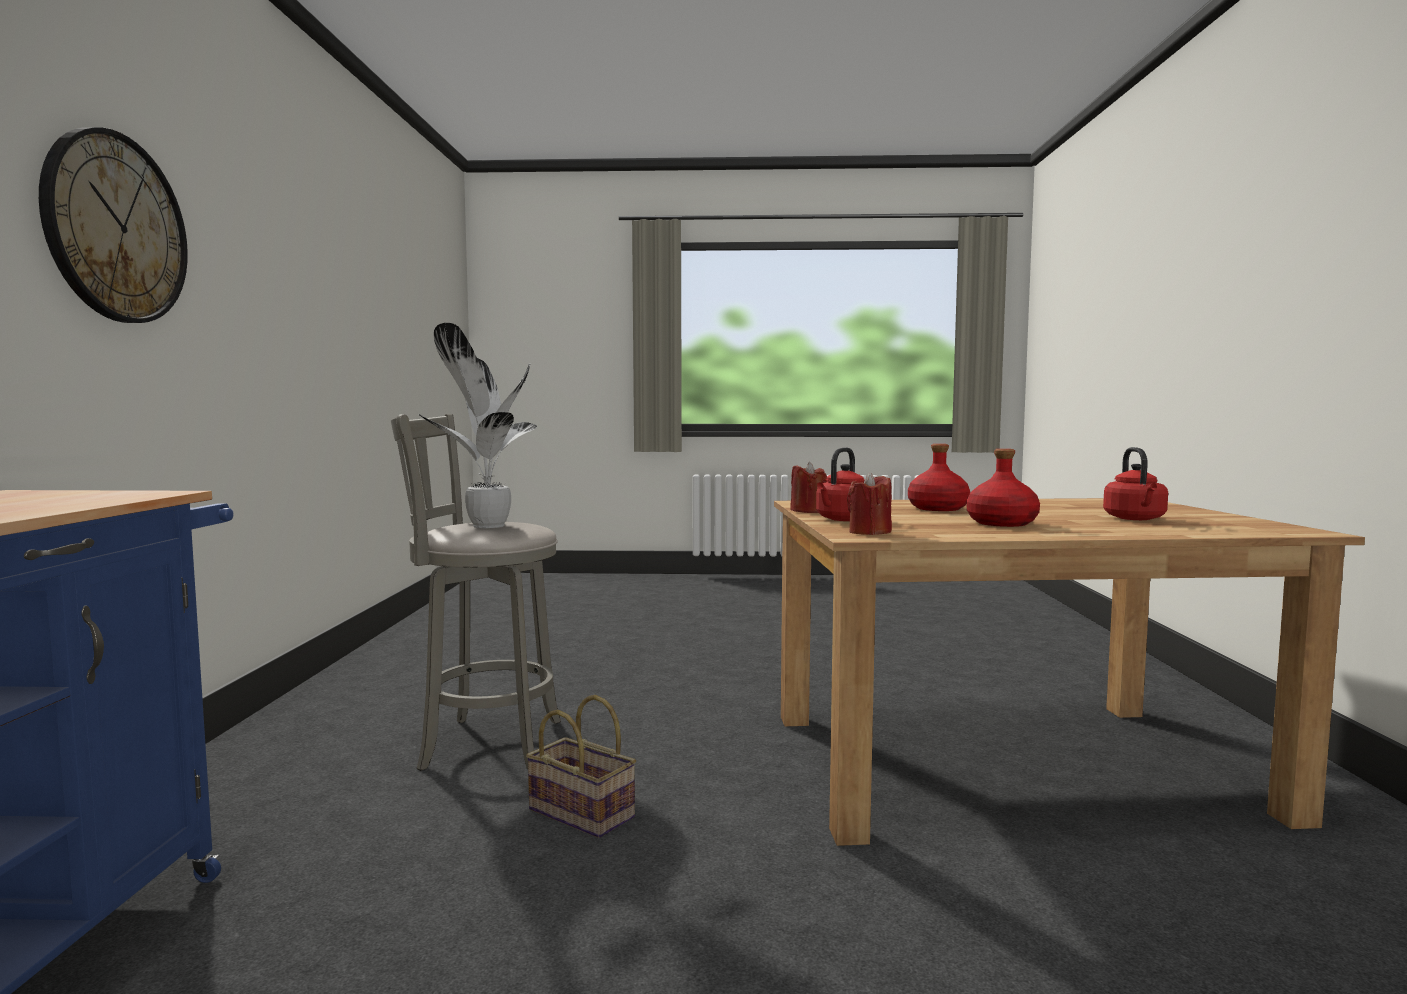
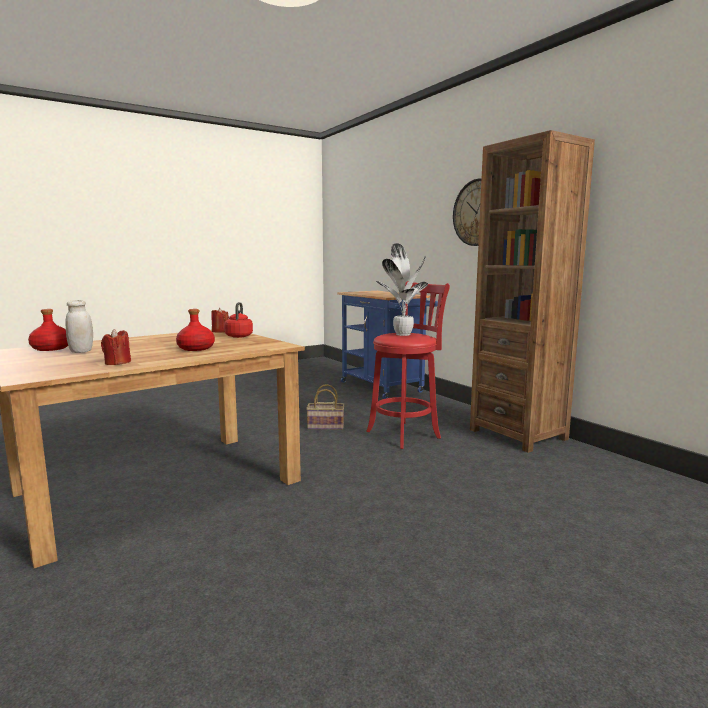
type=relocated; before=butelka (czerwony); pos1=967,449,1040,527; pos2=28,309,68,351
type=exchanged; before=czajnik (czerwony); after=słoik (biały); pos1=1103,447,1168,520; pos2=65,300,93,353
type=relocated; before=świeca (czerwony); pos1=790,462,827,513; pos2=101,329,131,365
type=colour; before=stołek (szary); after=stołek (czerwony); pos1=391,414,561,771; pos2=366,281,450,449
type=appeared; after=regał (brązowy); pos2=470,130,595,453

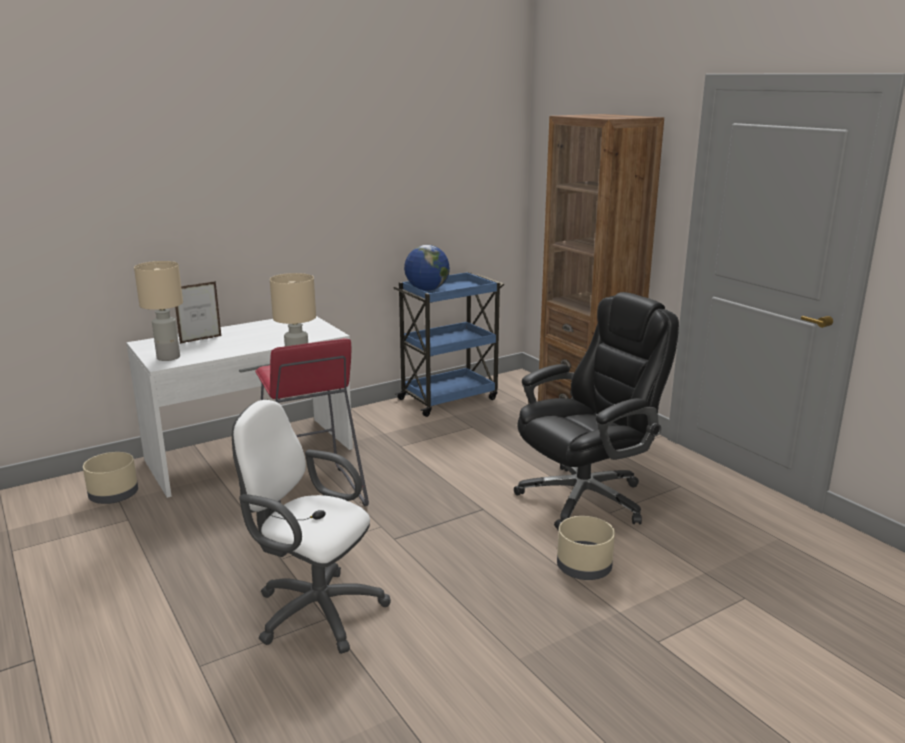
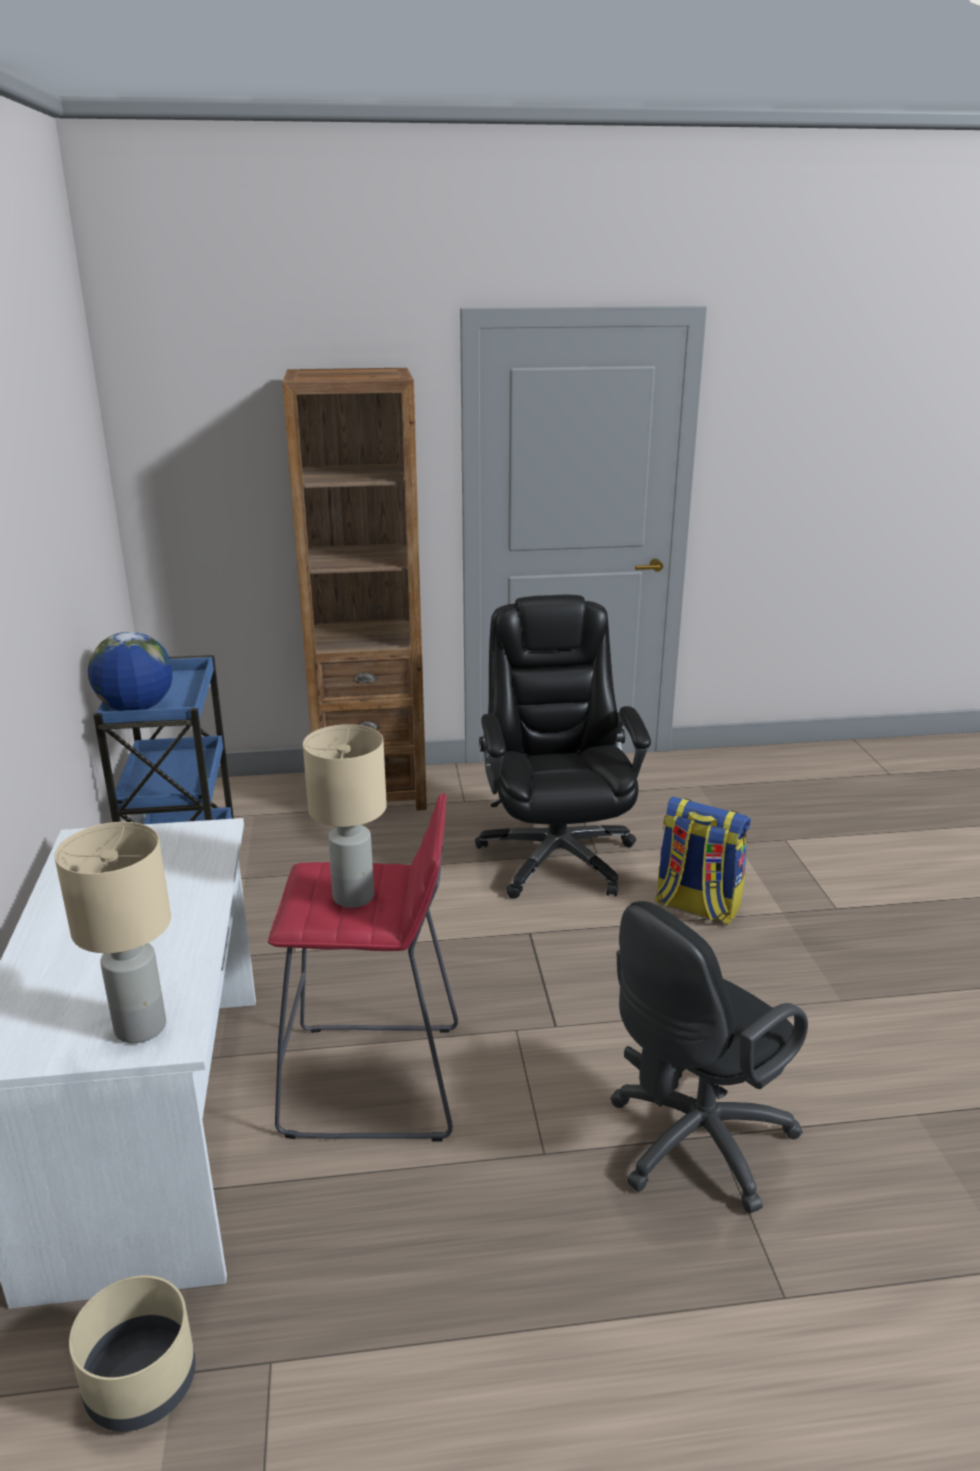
type=colour; before=krzesło biurowe (biały); after=krzesło biurowe (czarny); pos1=232,399,391,654; pos2=610,901,808,1213
type=exchanged; before=donica (beżowy); after=plecak; pos1=557,516,615,580; pos2=655,797,751,925
type=missing; before=ramka na zdjęcie; pos1=175,281,221,344

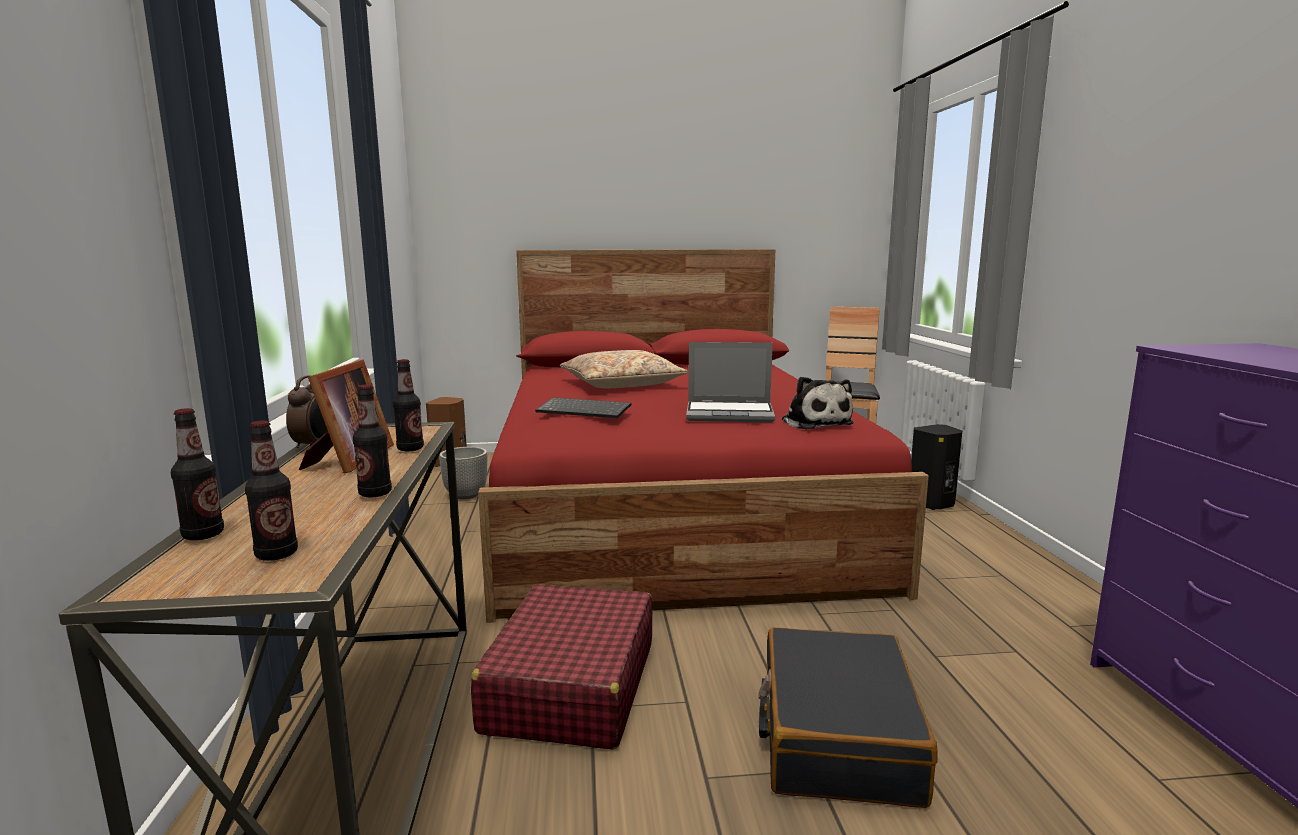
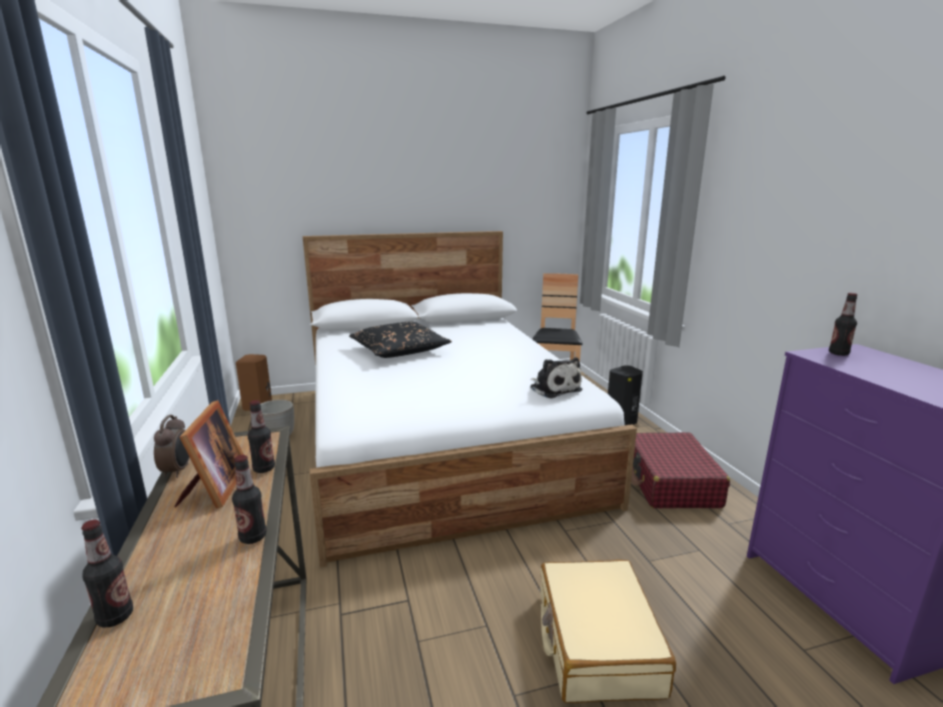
type=colour; before=łóżko (czerwony); after=łóżko (biały); pos1=478,249,929,623; pos2=303,231,637,567
type=colour; before=poduszka (beżowy); after=poduszka (czarny); pos1=560,350,688,388; pos2=349,322,452,358
type=colour; before=walizka (czarny); after=walizka (beżowy); pos1=758,627,938,808; pos2=540,560,676,703
type=relocated; before=walizka (czerwony); pos1=471,584,652,750; pos2=631,432,730,508
type=relocated; before=butelka; pos1=245,421,298,561; pos2=829,293,858,356
type=missing; before=klawiatura; pos1=535,397,631,418
type=missing; before=laptop; pos1=686,342,775,422

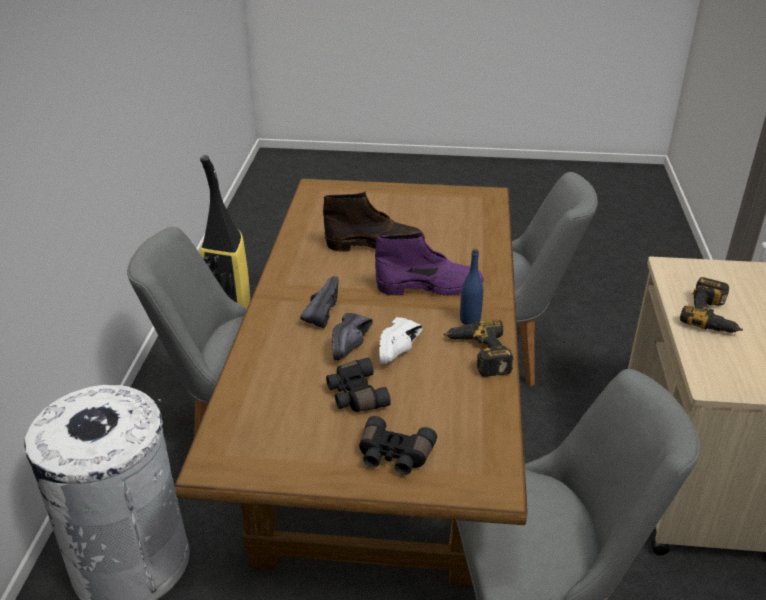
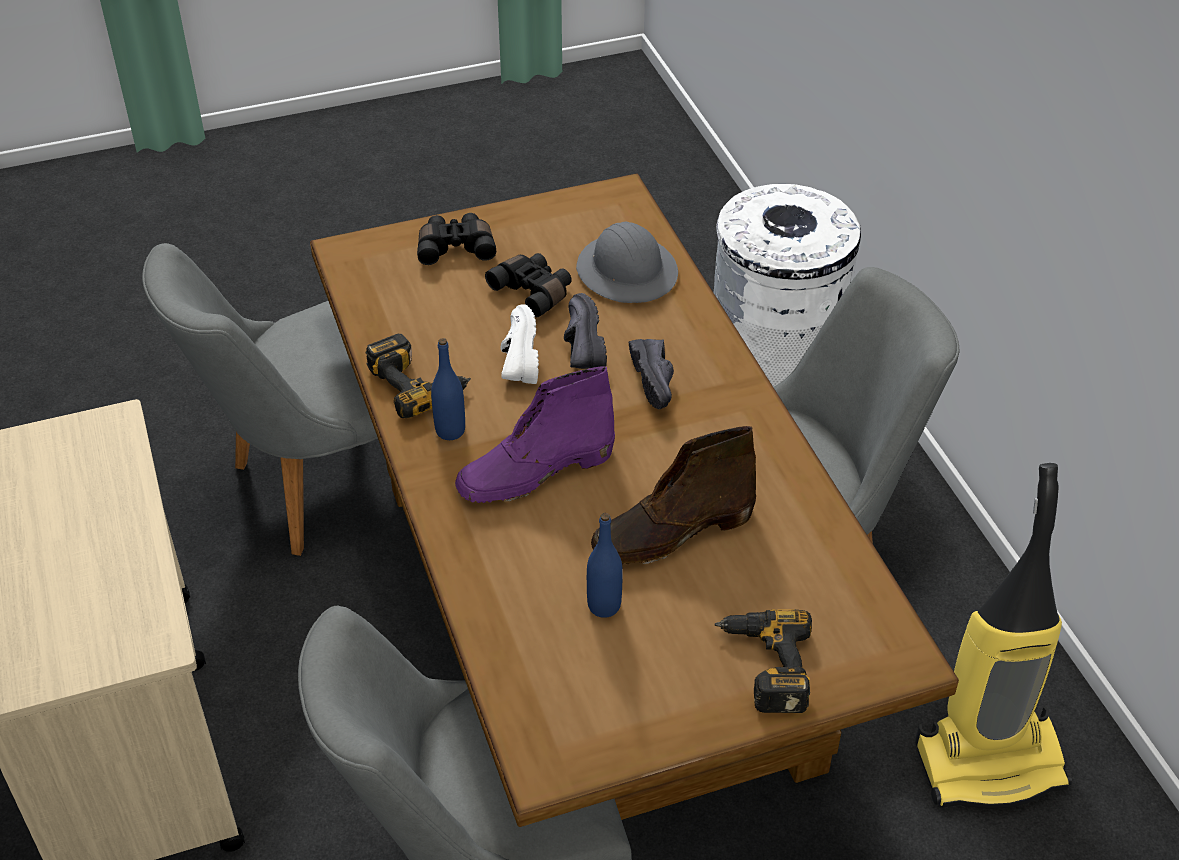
type=appeared; after=kask (szary); pos2=576,222,678,303
type=appeared; after=butelka (niebieski); pos2=587,513,623,618
type=relocated; before=wiertarka; pos1=680,277,743,333; pos2=715,609,812,713

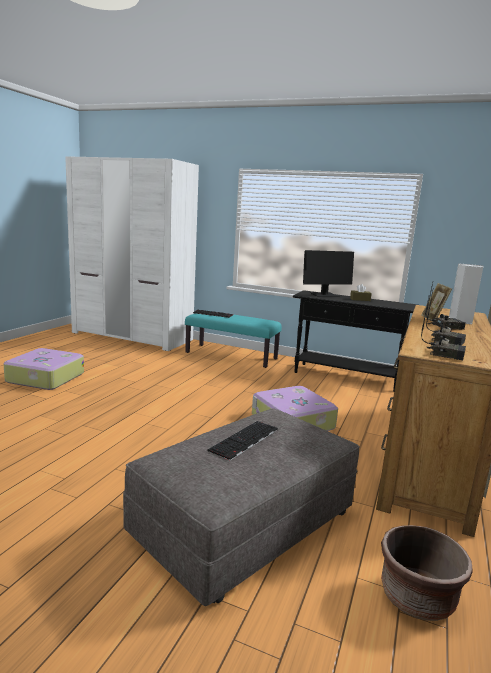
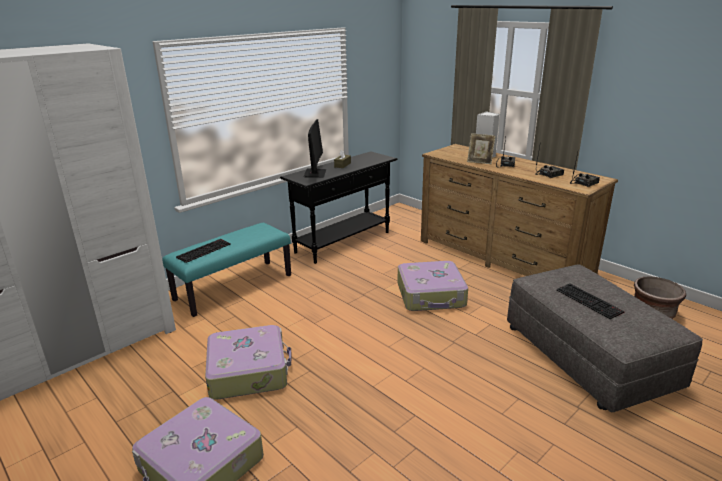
type=appeared; after=walizka; pos2=205,325,291,400

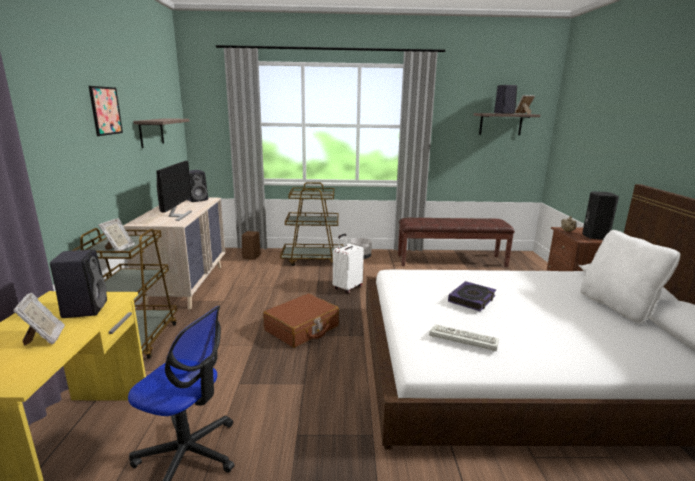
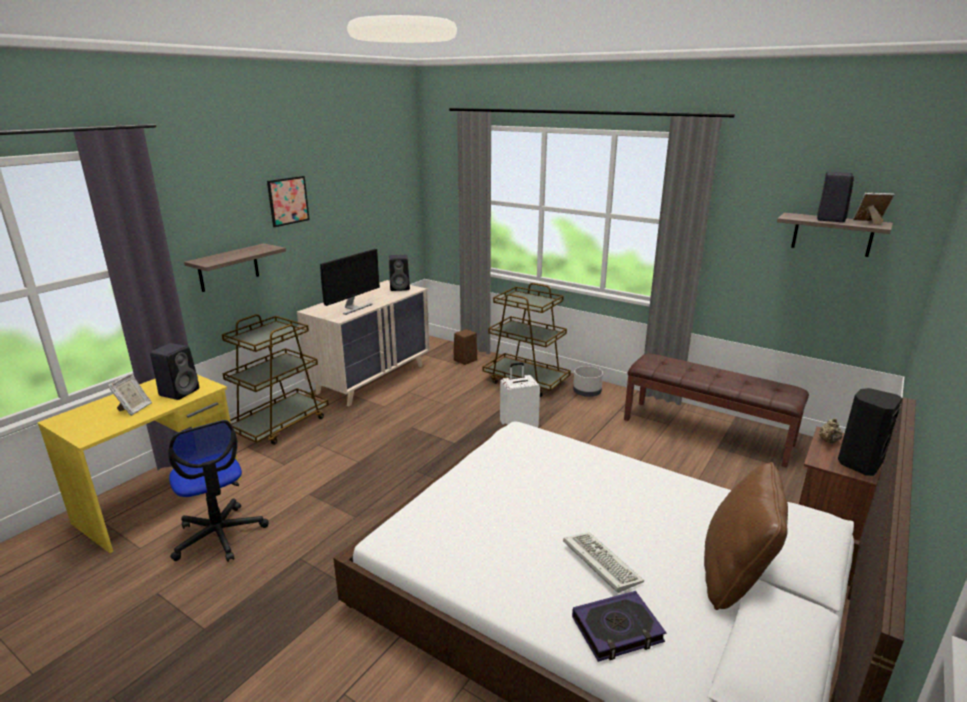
type=relocated; before=półka; pos1=133,118,190,148; pos2=184,243,286,292
type=relocated; before=klawiatura; pos1=429,324,499,352; pos2=563,532,644,593
type=relocated; before=książka; pos1=448,281,496,311; pos2=572,591,666,662
type=colour; before=poduszka (biały); after=poduszka (brązowy); pos1=580,230,680,324; pos2=704,462,788,610
type=missing; before=ramka na zdjęcie; pos1=98,218,135,251
type=missing; before=walizka (brązowy); pos1=263,293,339,348

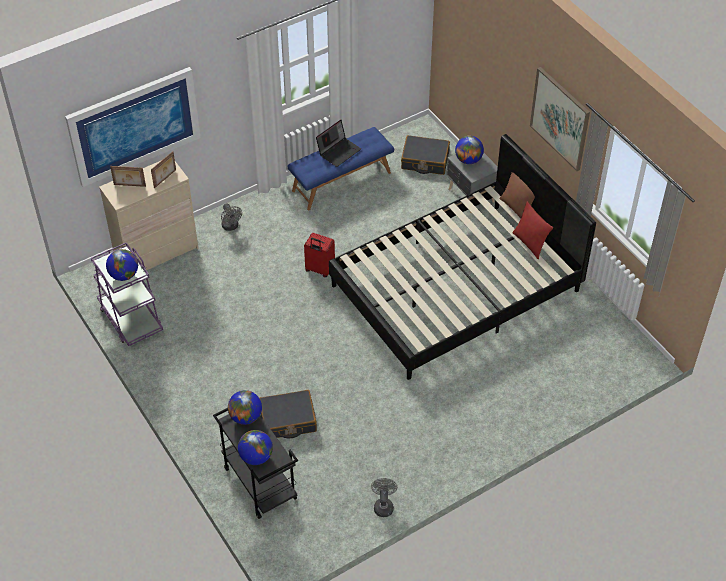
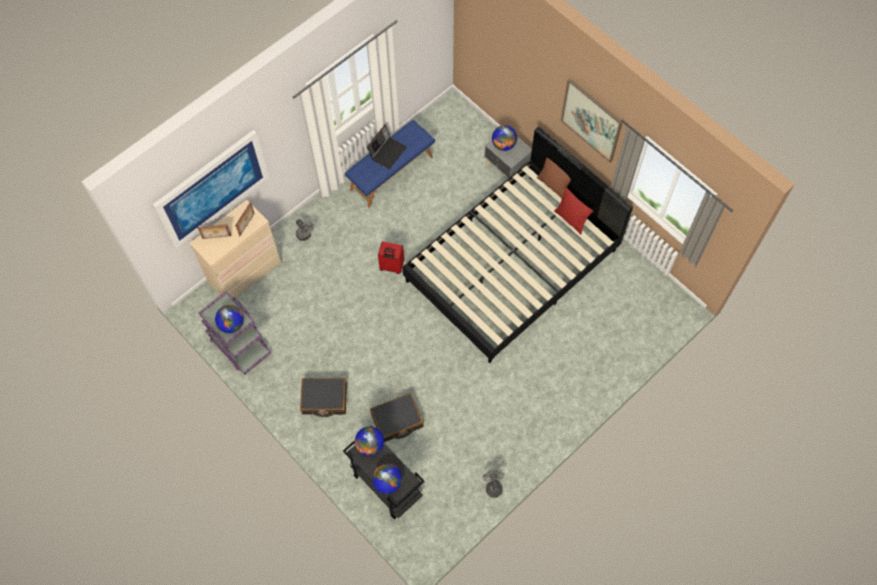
type=relocated; before=walizka (czarny); pos1=401,135,450,175; pos2=300,378,347,417

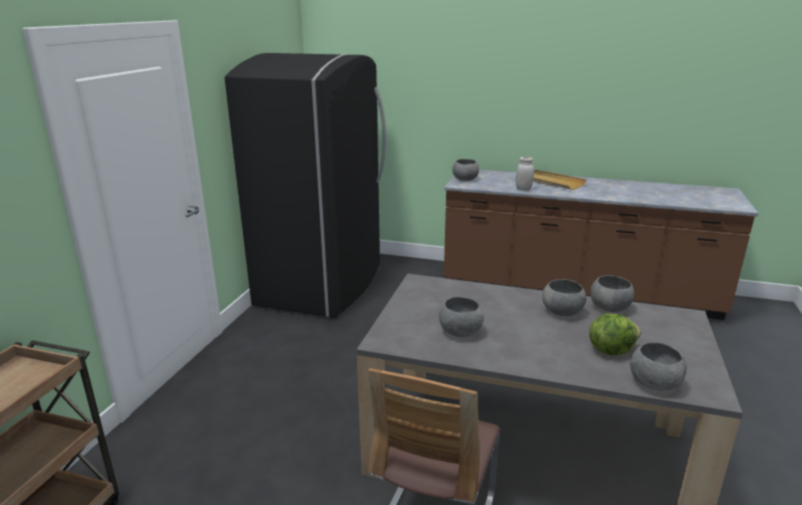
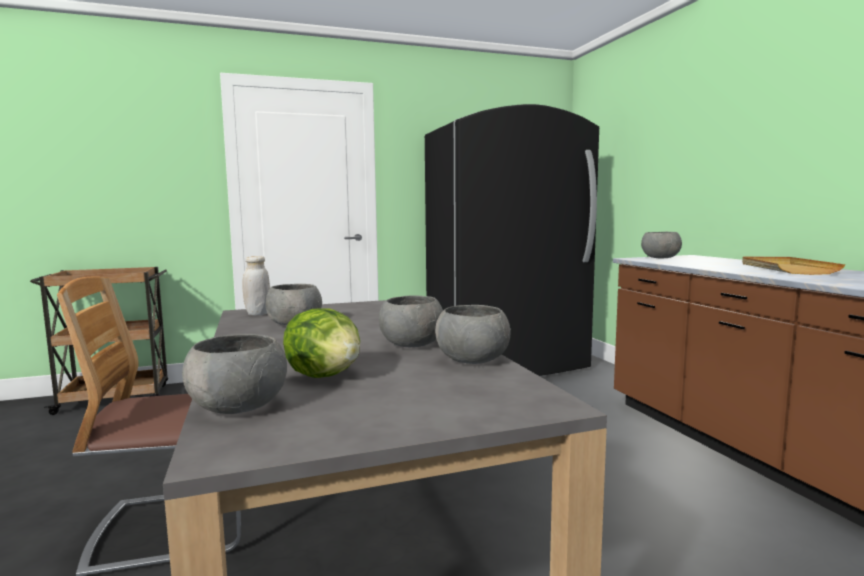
type=relocated; before=słoik (biały); pos1=516,157,534,191; pos2=242,256,270,316

